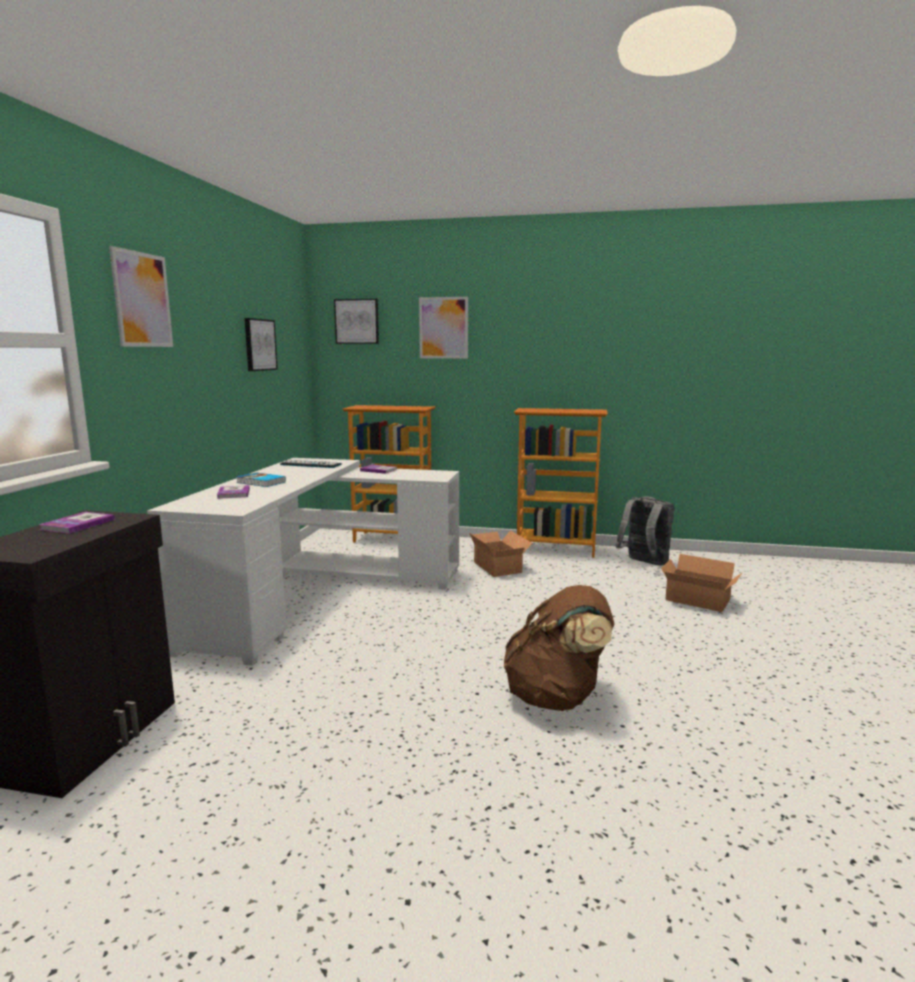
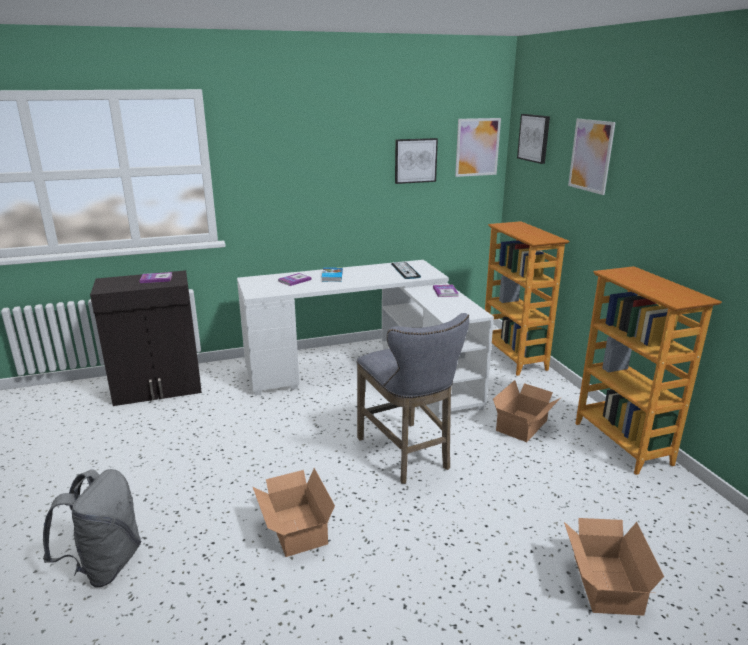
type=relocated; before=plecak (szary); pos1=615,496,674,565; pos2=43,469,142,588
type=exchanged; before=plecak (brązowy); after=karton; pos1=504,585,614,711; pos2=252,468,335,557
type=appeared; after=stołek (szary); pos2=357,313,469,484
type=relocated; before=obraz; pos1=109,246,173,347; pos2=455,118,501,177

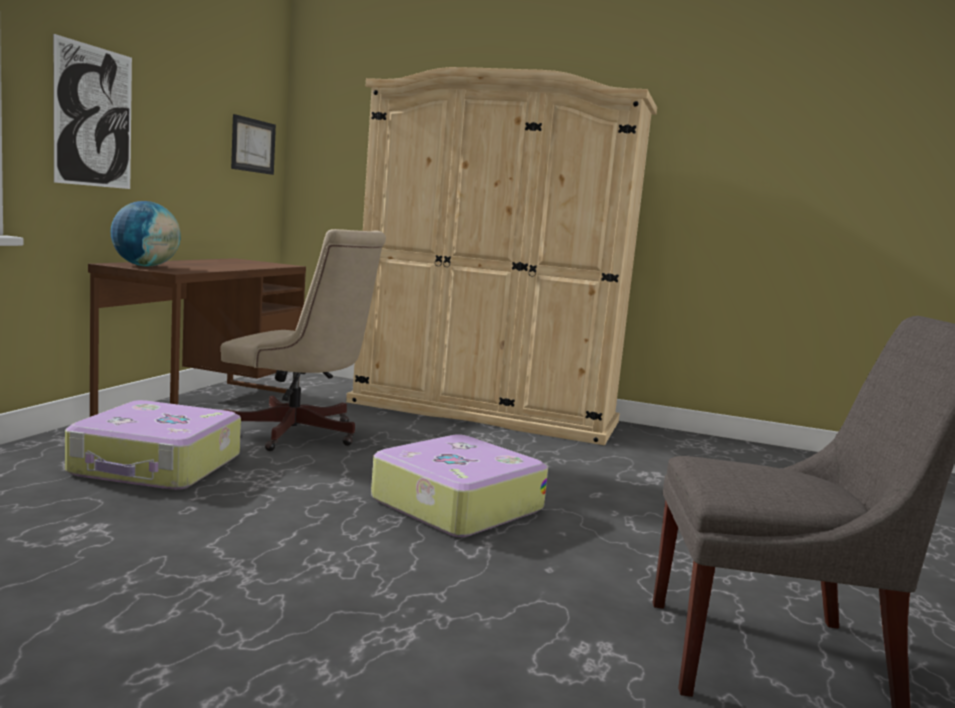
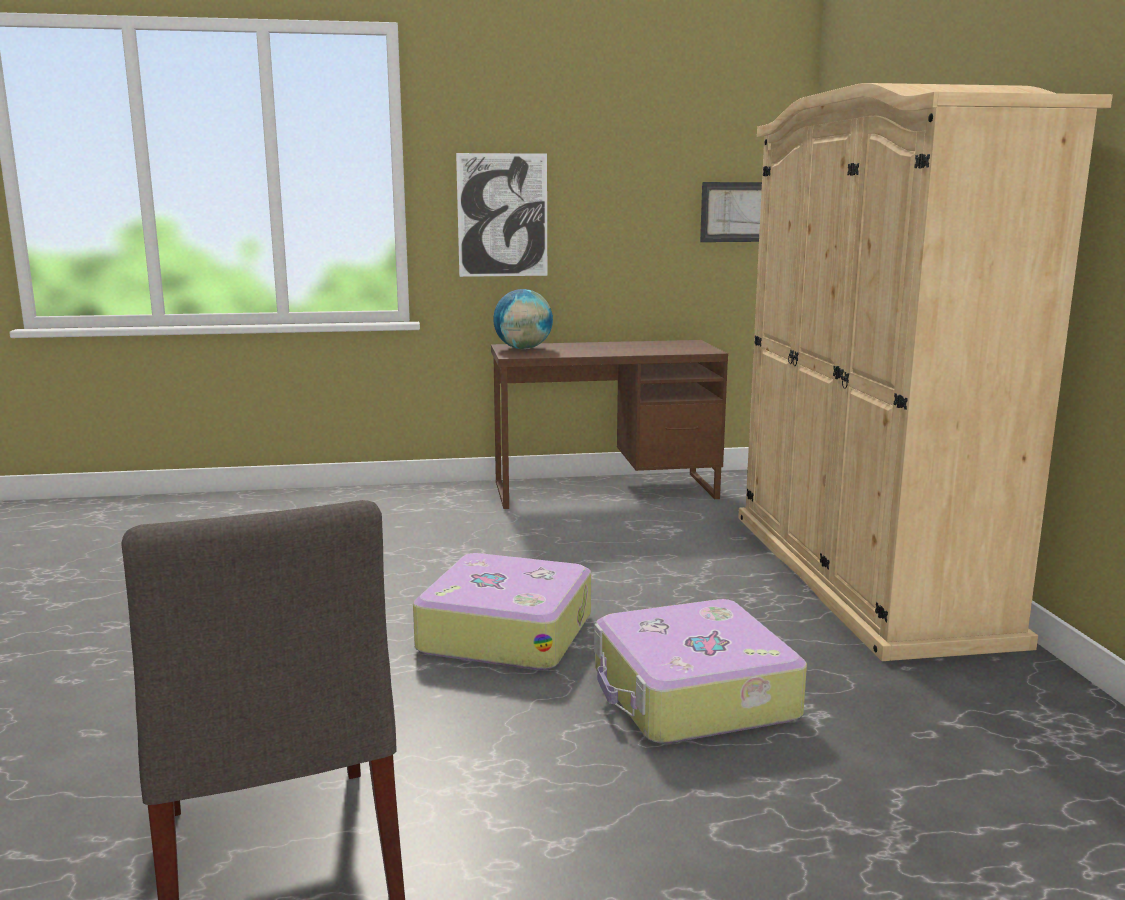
type=relocated; before=walizka; pos1=65,400,241,490; pos2=594,599,807,744
type=missing; before=krzesło biurowe (beżowy); pos1=221,229,386,451

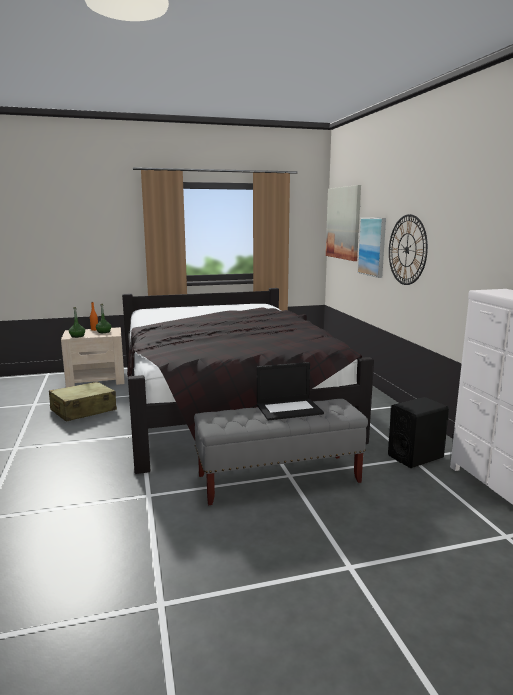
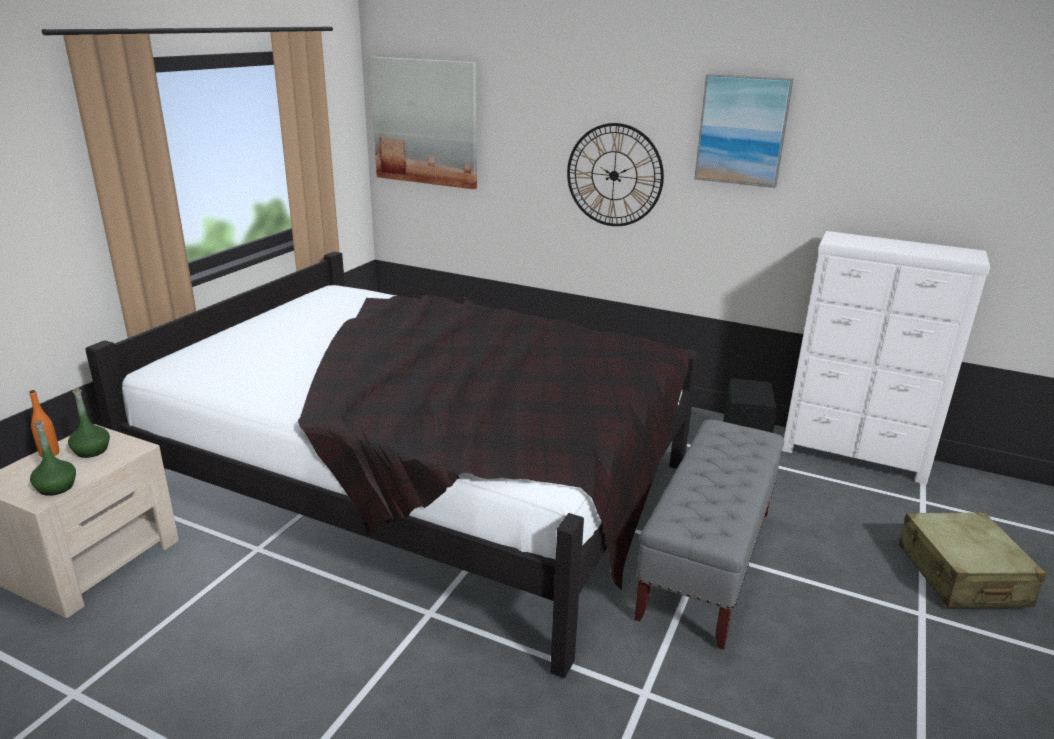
type=relocated; before=obraz; pos1=358,218,386,278; pos2=694,74,794,188
type=relocated; before=walizka (beżowy); pos1=49,381,117,422; pos2=899,512,1047,608
type=missing; before=laptop; pos1=257,362,324,420

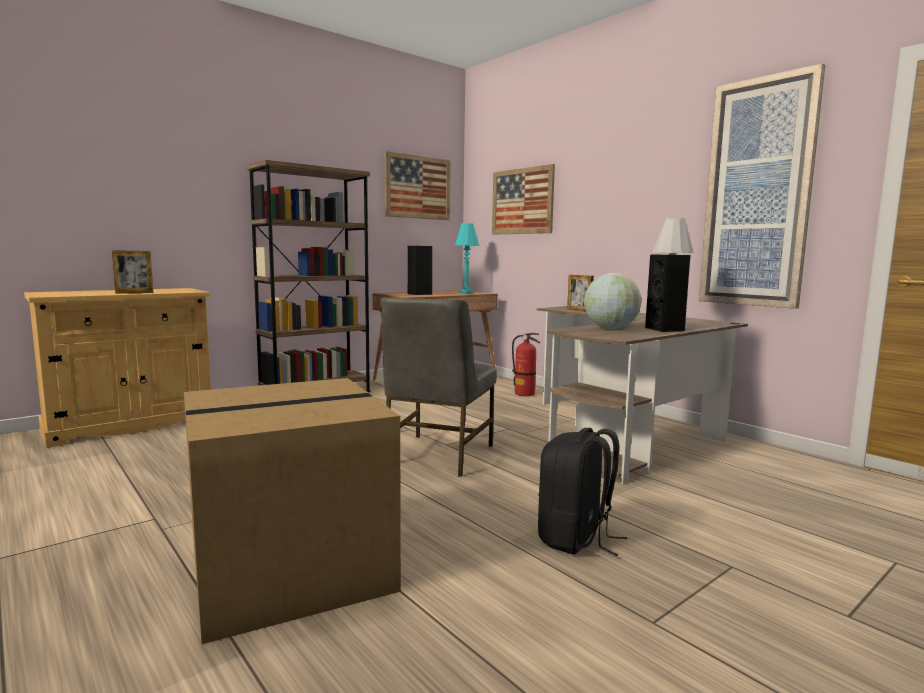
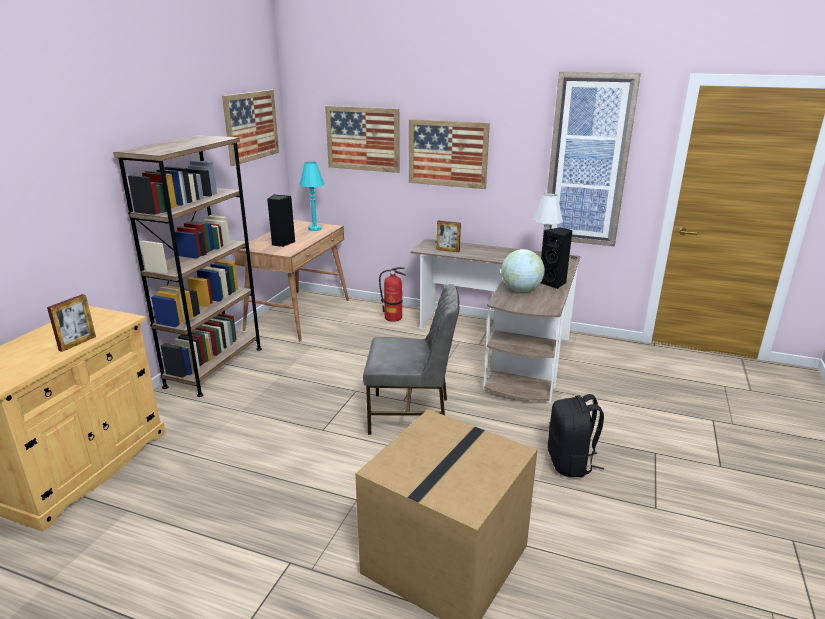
type=spun; before=krzesło (szary); pos1=381,298,497,477; pos2=363,284,459,435; turn=-75
type=appeared; after=obraz; pos2=409,119,490,189

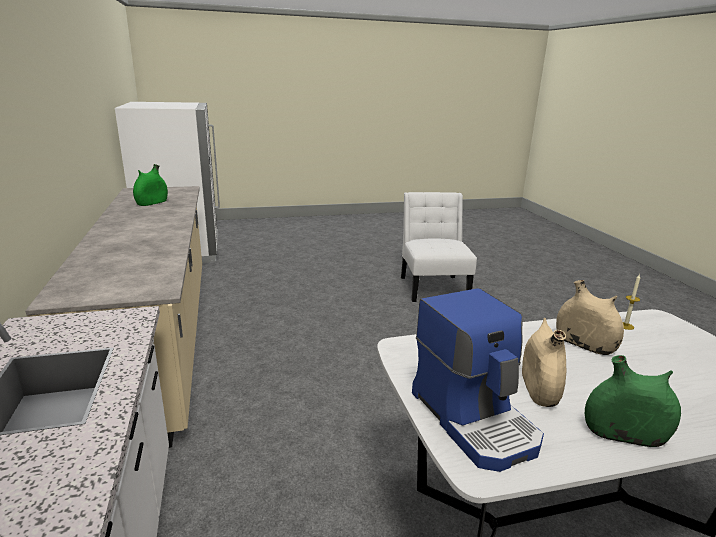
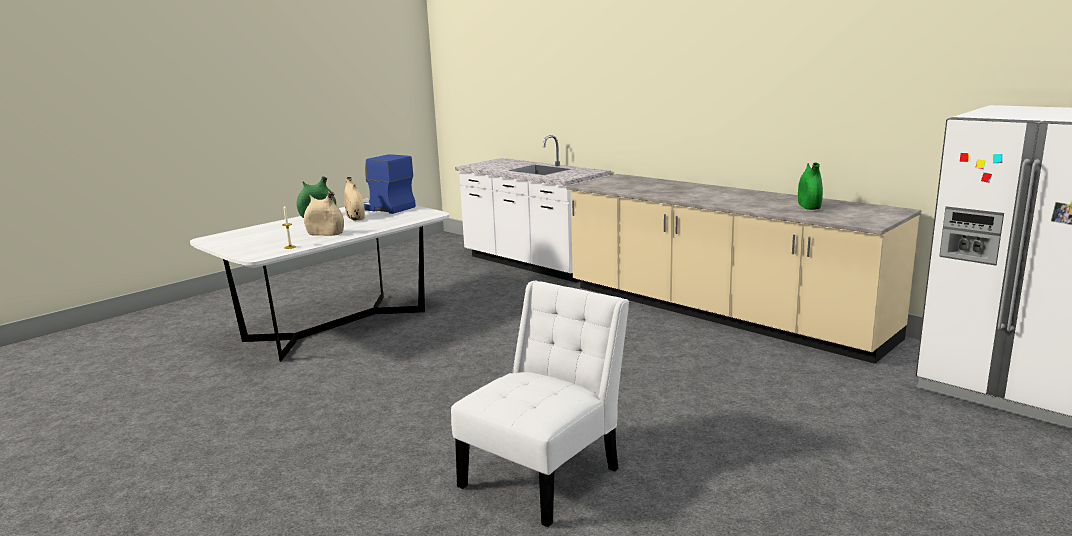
type=spun; before=krzesło (biały); pos1=401,192,477,302; pos2=451,281,629,527; turn=-105

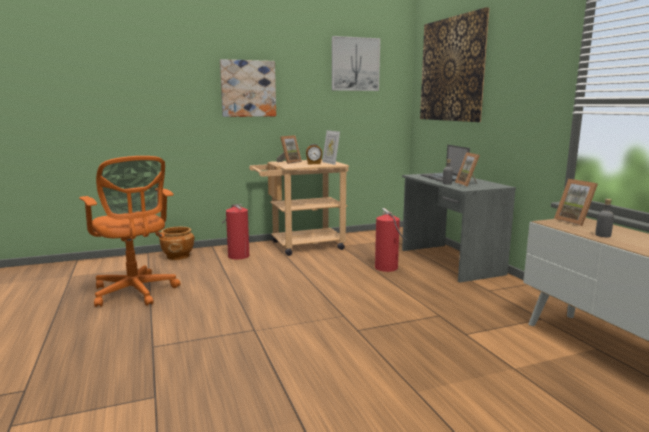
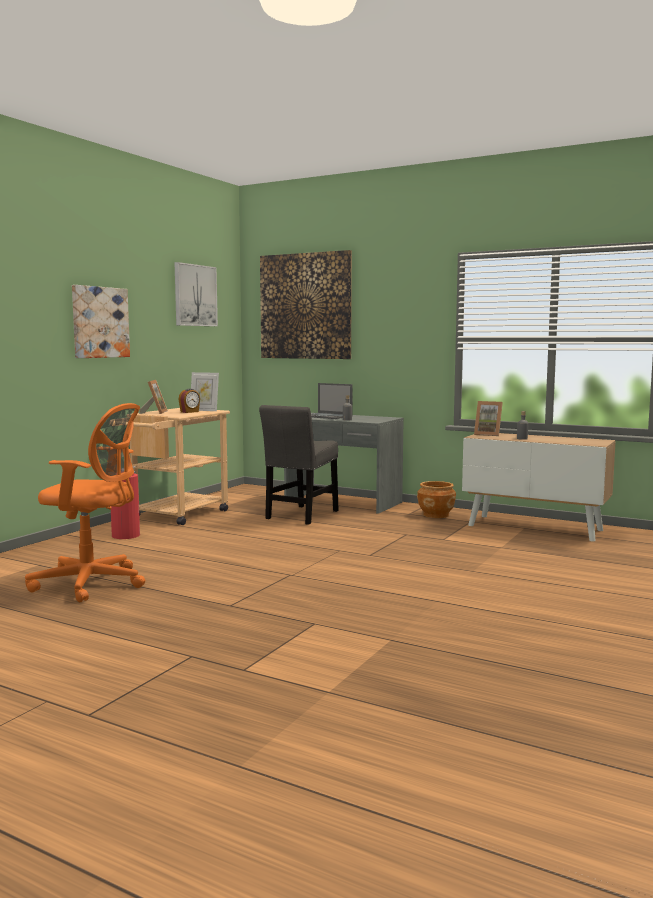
type=exchanged; before=gaśnica; after=krzesło (szary); pos1=375,208,406,272; pos2=259,405,339,525
type=relocated; before=donica (brązowy); pos1=159,227,195,260; pos2=417,481,456,518
type=missing; before=ramka na zdjęcie; pos1=455,152,480,187

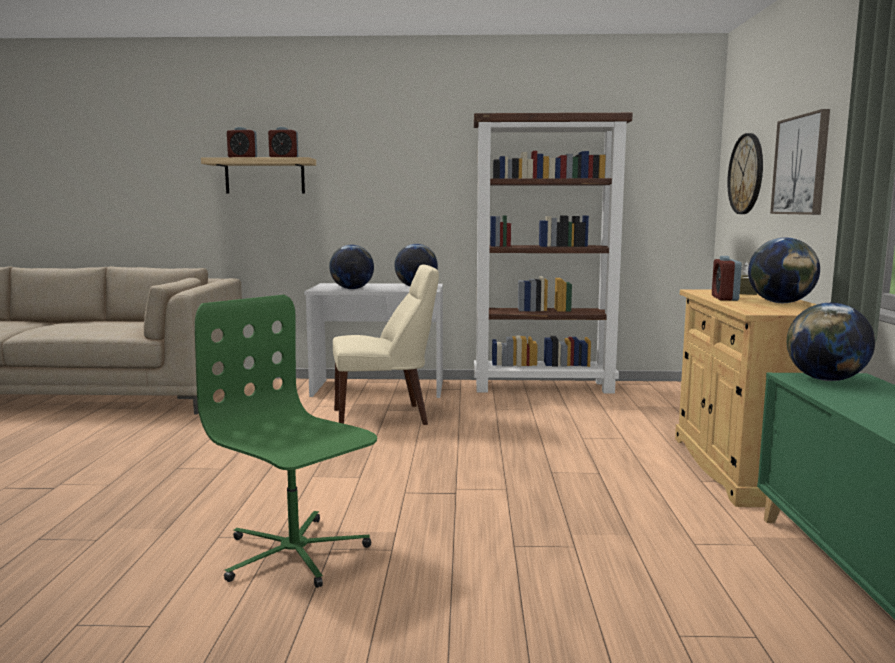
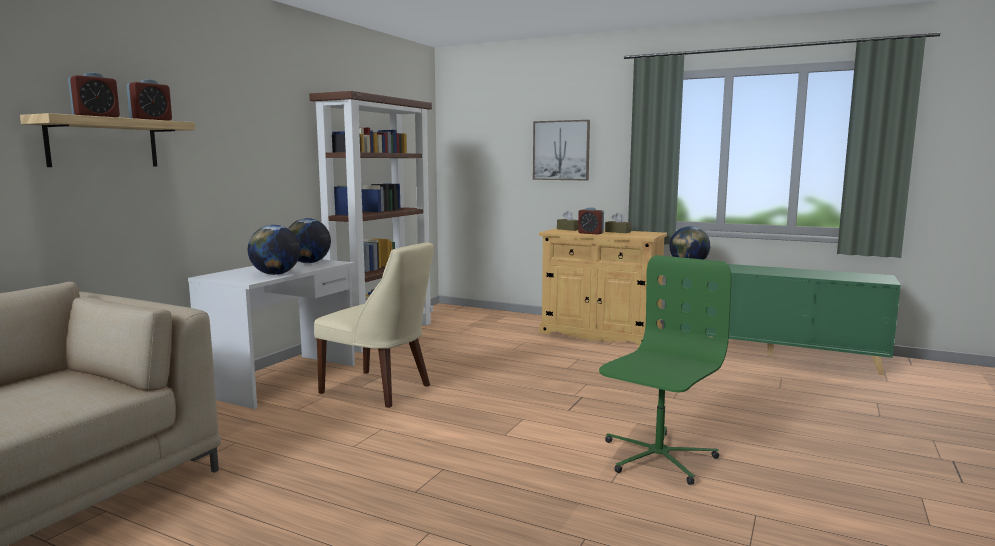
type=spun; before=krzesło (beżowy); pos1=333,265,439,425; pos2=314,242,434,408; turn=105
type=spun; before=krzesło biurowe (zielony); pos1=195,295,377,588; pos2=599,255,731,485; turn=150
type=exchanged; before=globus; after=pudełko chusteczek (brązowy); pos1=748,237,820,303; pos2=605,213,631,233
type=missing; before=zegar ścienny; pos1=727,133,763,214

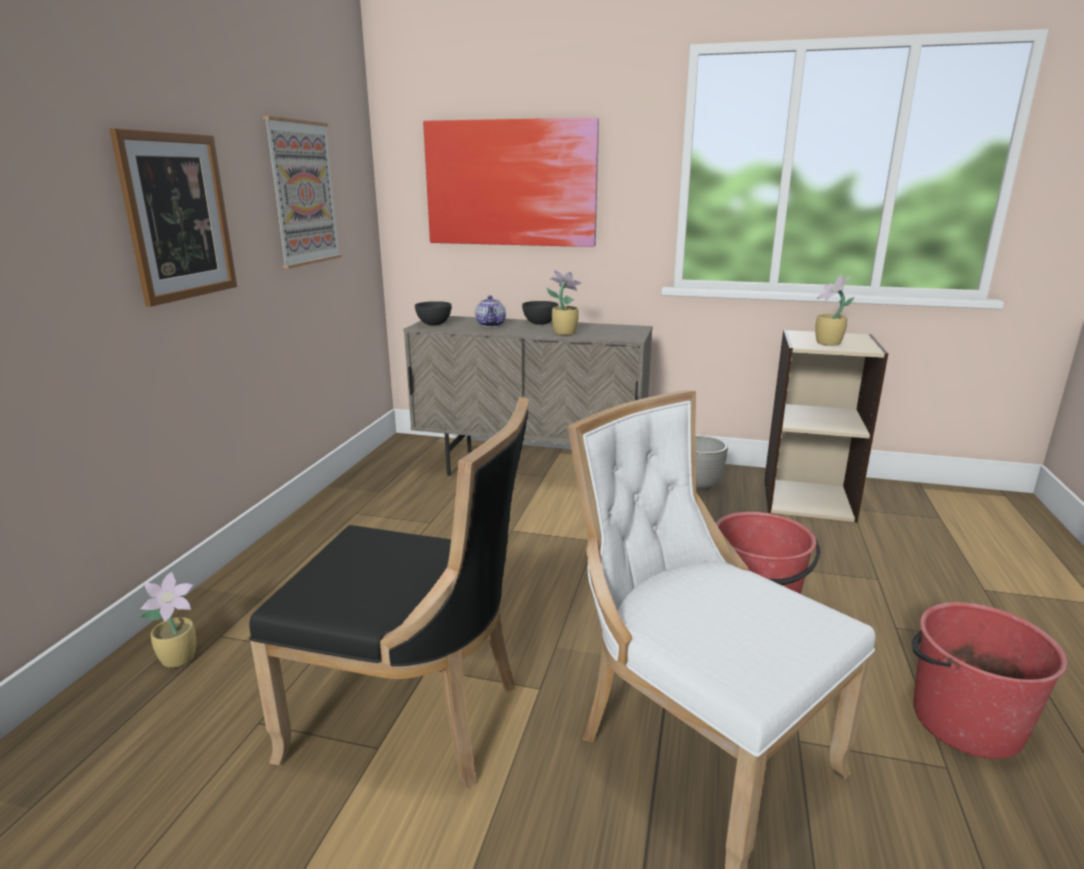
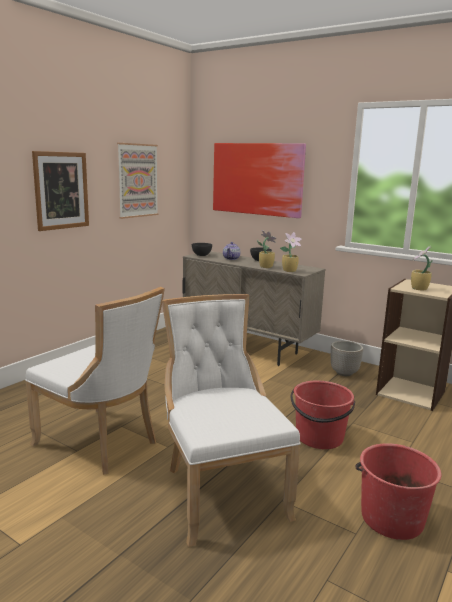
type=colour; before=krzesło (czarny); after=krzesło (biały); pos1=249,397,529,788; pos2=25,287,165,475
type=relocated; before=roślina doniczkowa; pos1=140,572,196,668; pos2=280,232,302,272

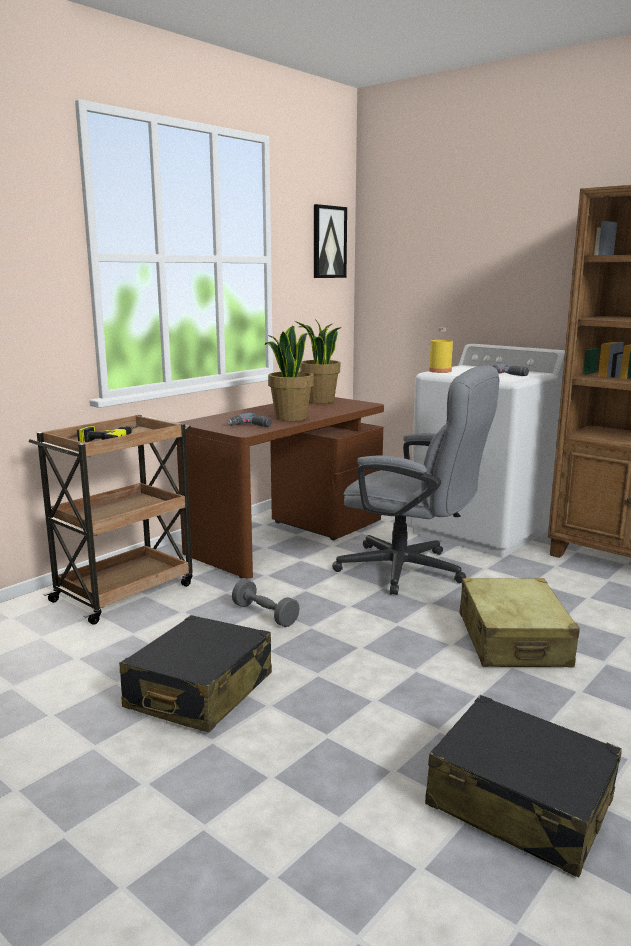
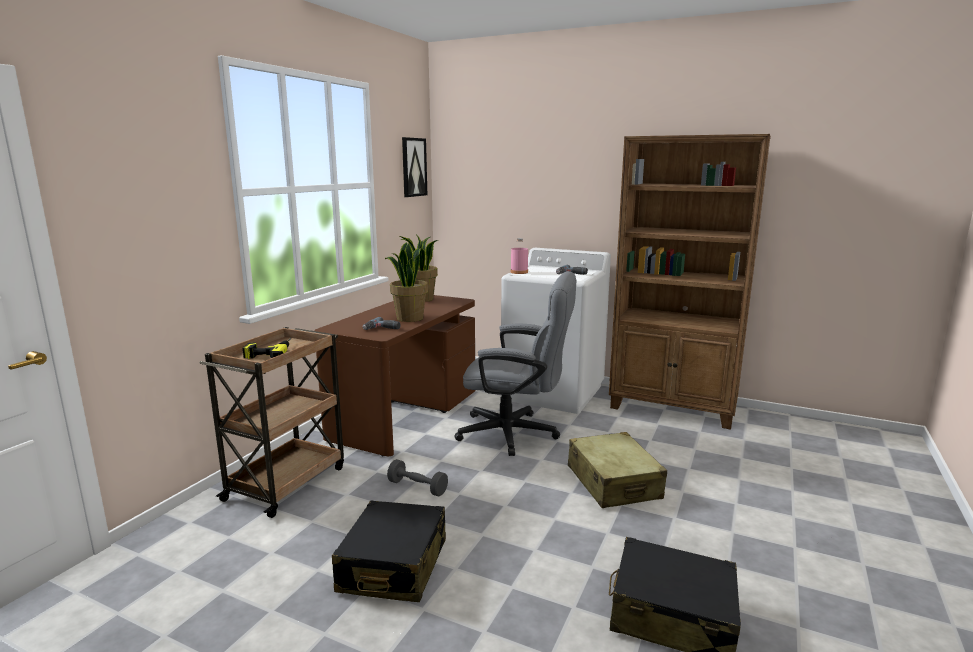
type=colour; before=butelka (żółty); after=butelka (różowy); pos1=429,327,453,373; pos2=511,238,528,274

